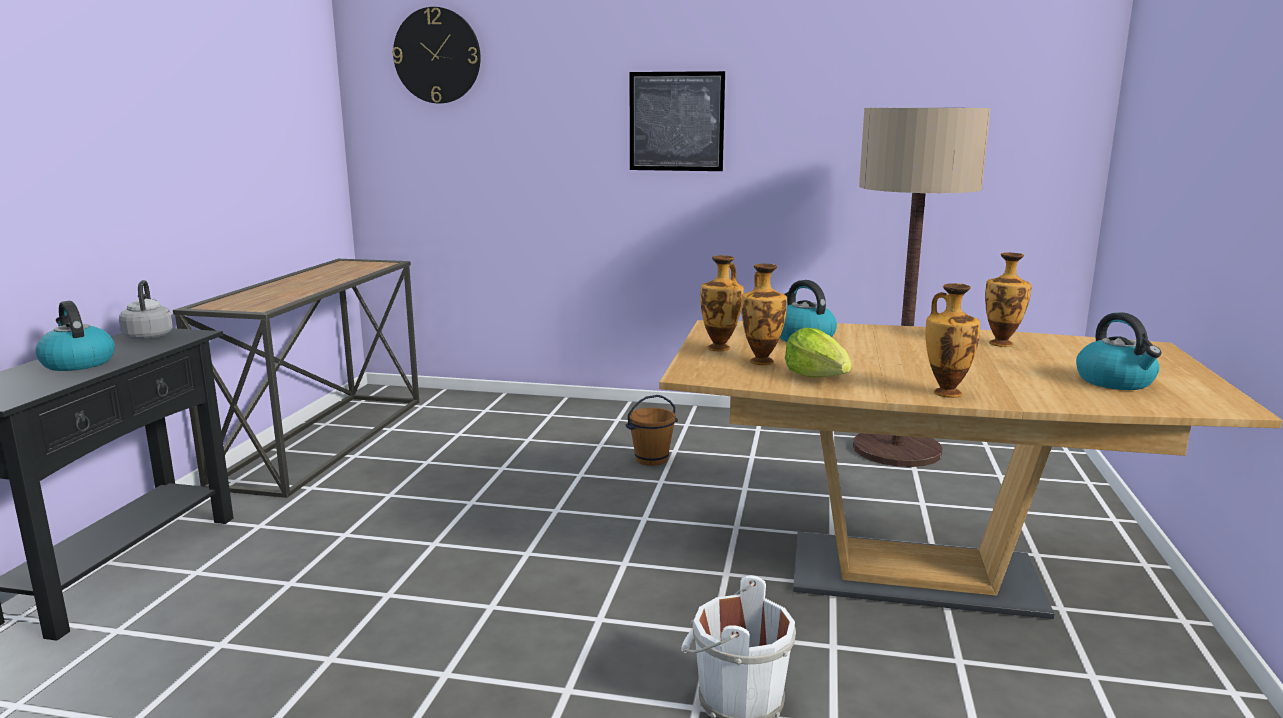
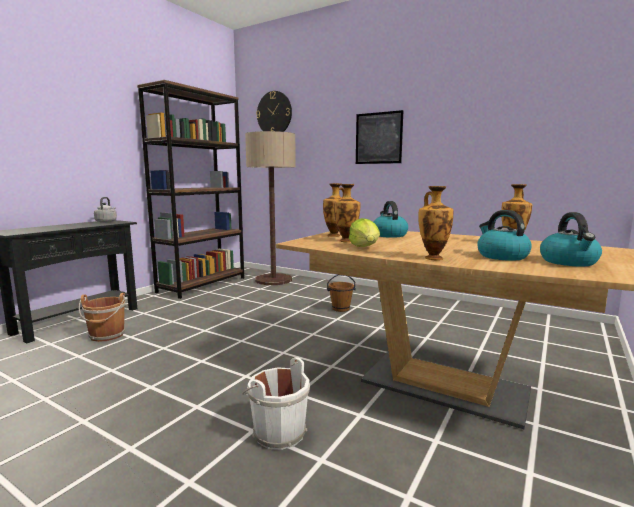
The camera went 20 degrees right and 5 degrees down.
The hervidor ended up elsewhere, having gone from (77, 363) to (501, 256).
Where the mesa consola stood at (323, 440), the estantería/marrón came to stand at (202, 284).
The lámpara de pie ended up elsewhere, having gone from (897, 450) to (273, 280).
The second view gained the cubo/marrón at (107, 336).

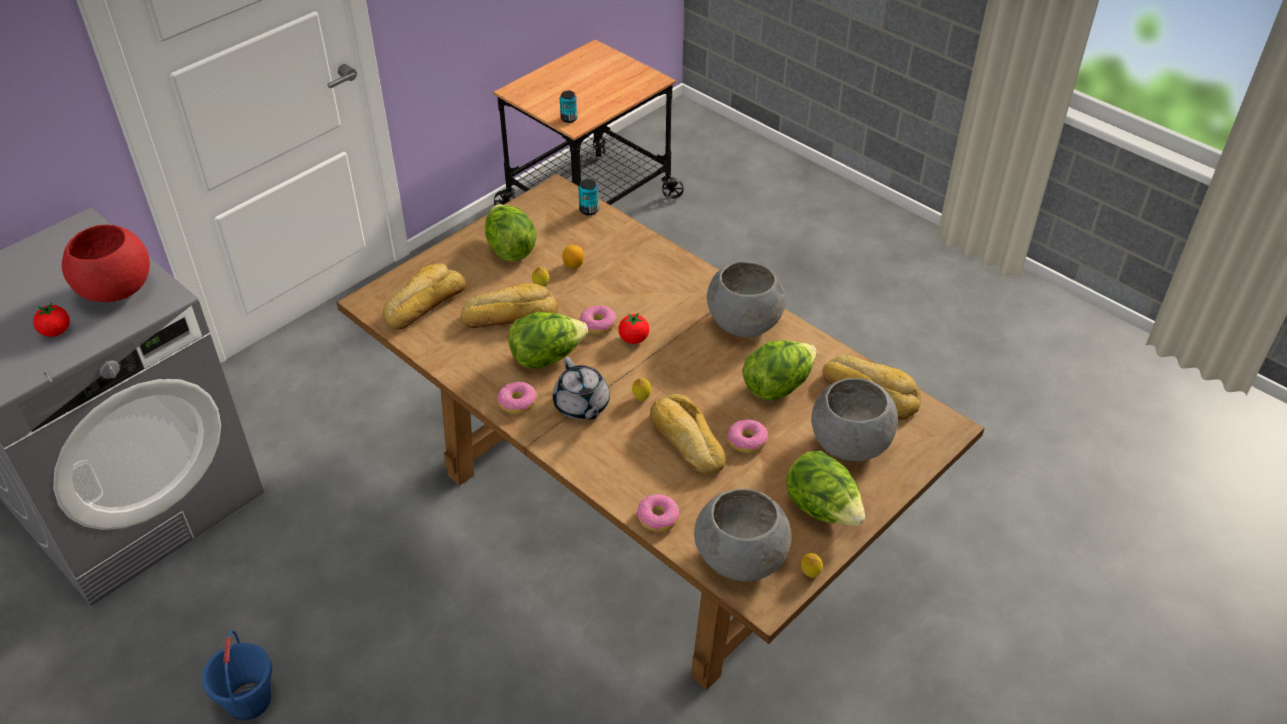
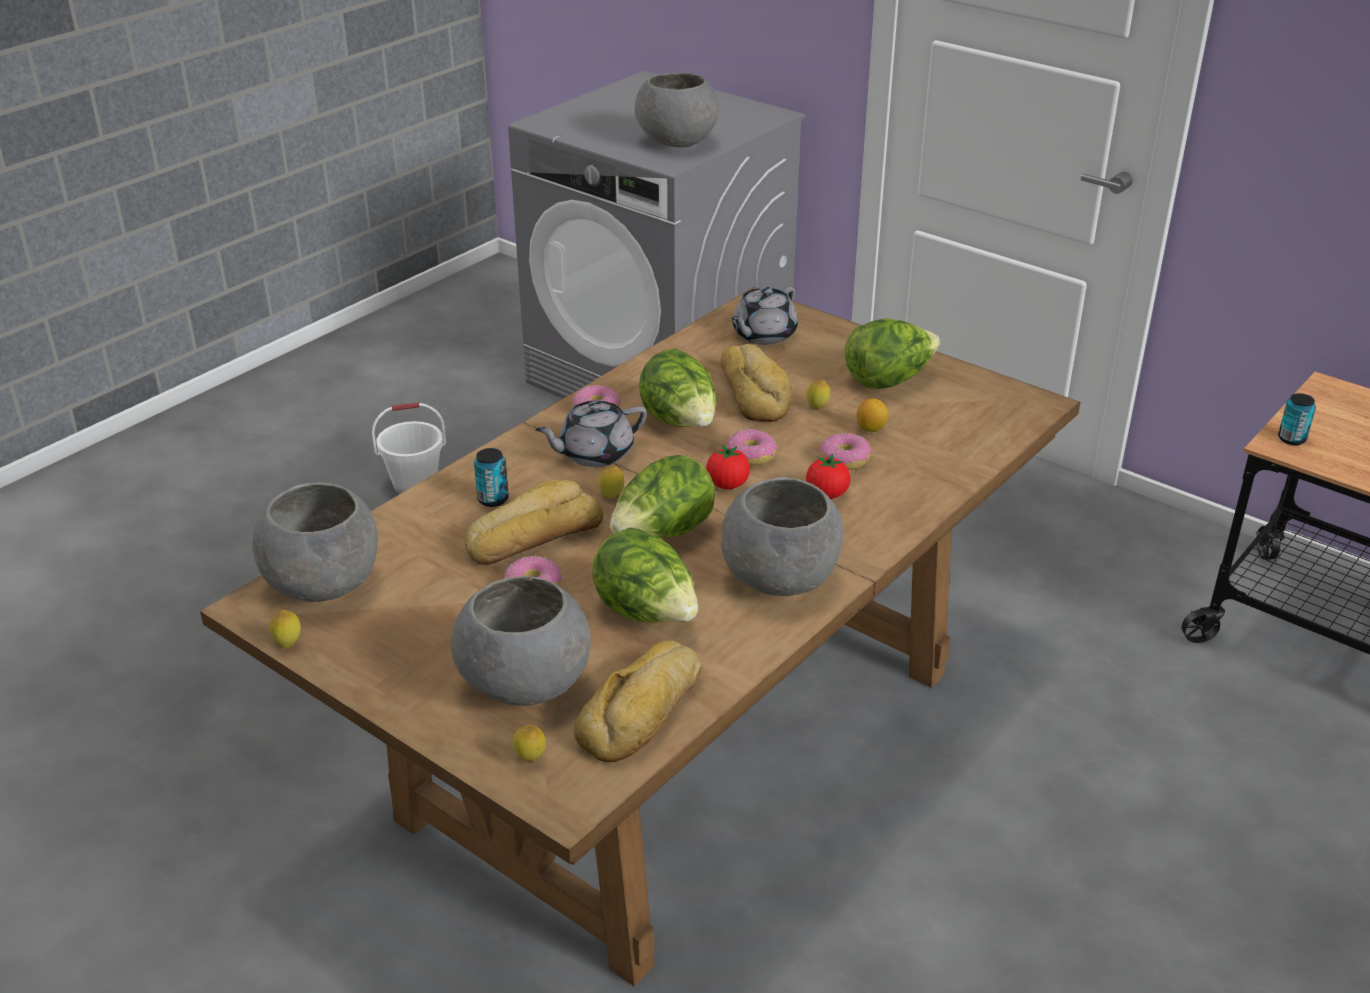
The camera went 85 degrees right and 10 degrees down.
The tomate ended up elsewhere, having gone from (56, 331) to (827, 494).
What was the cuenco/rojo at (117, 291) turned into the cuenco/gris at (676, 143).
What was the cubo/azul at (248, 700) turned into the cubo/blanco at (415, 484).
Where the pan stood at (423, 303), the tetera/gris came to stand at (763, 335).
The lata ended up elsewhere, having gone from (589, 210) to (493, 499).
The rosquilla ended up elsewhere, having gone from (657, 518) to (844, 459).
The lechuga ended up elsewhere, having gone from (822, 509) to (663, 534).
The second view gained the limón at (530, 760).

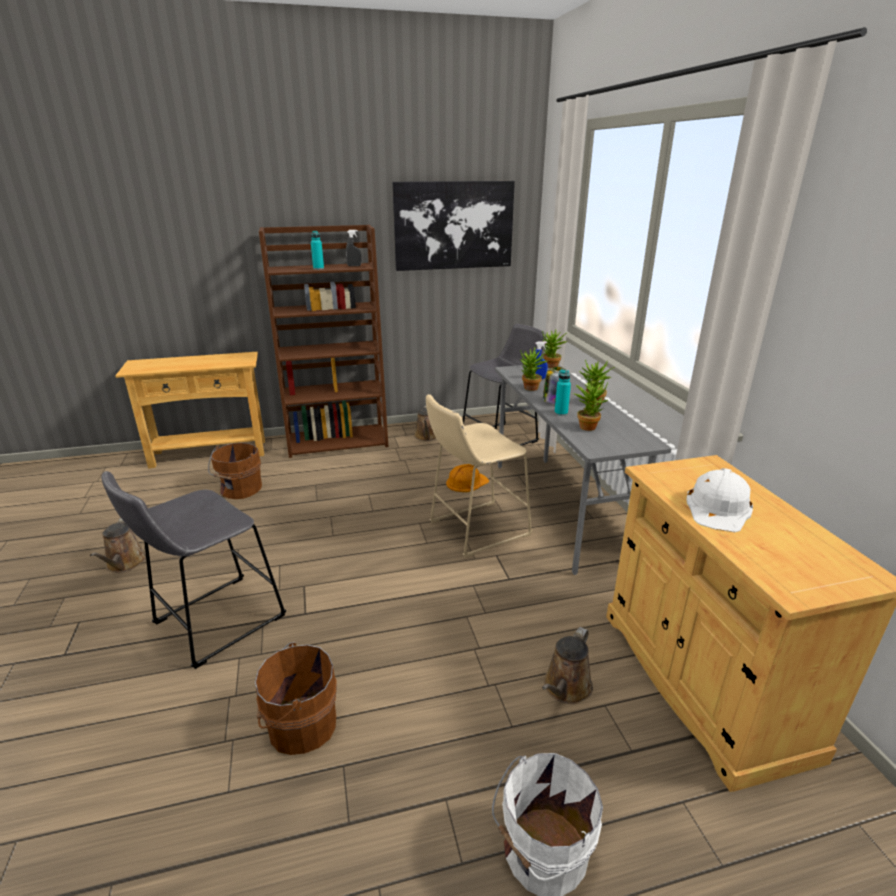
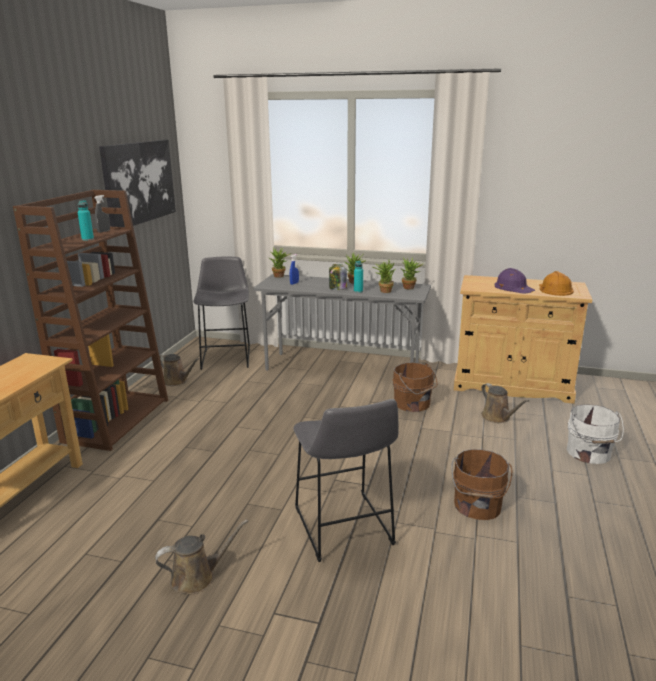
The camera went 60 degrees left and 5 degrees down.
The regadera/marrón at (125, 564) ended up facing another way, 45 degrees counterclockwise from before.
The cubo/marrón ended up elsewhere, having gone from (239, 489) to (413, 404).
The second view lost the taburete/beis at (474, 529).
The casco/naranja ended up elsewhere, having gone from (466, 482) to (554, 289).
The planta en maceta ended up elsewhere, having gone from (530, 389) to (410, 288).
What was the casco/blanco at (719, 507) turned into the casco/morado at (513, 287).

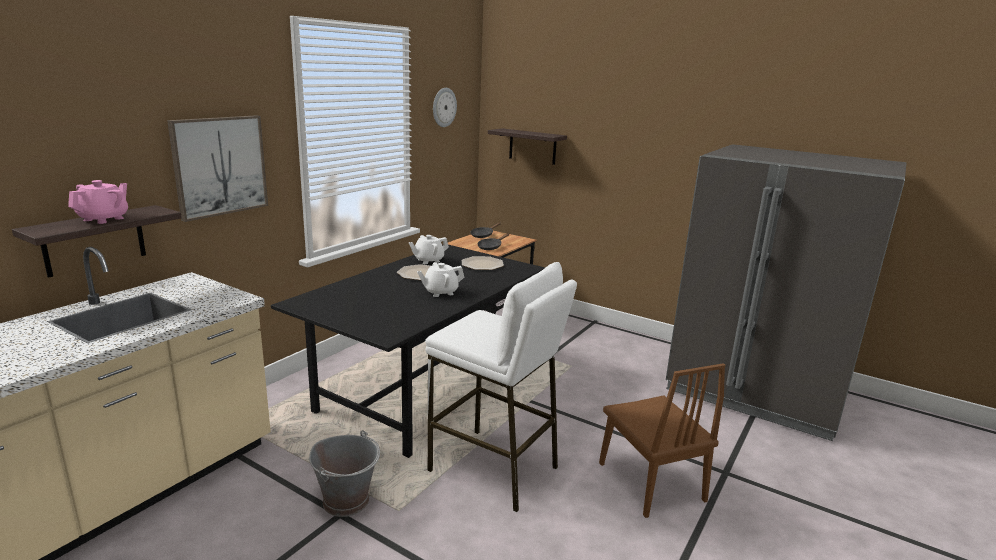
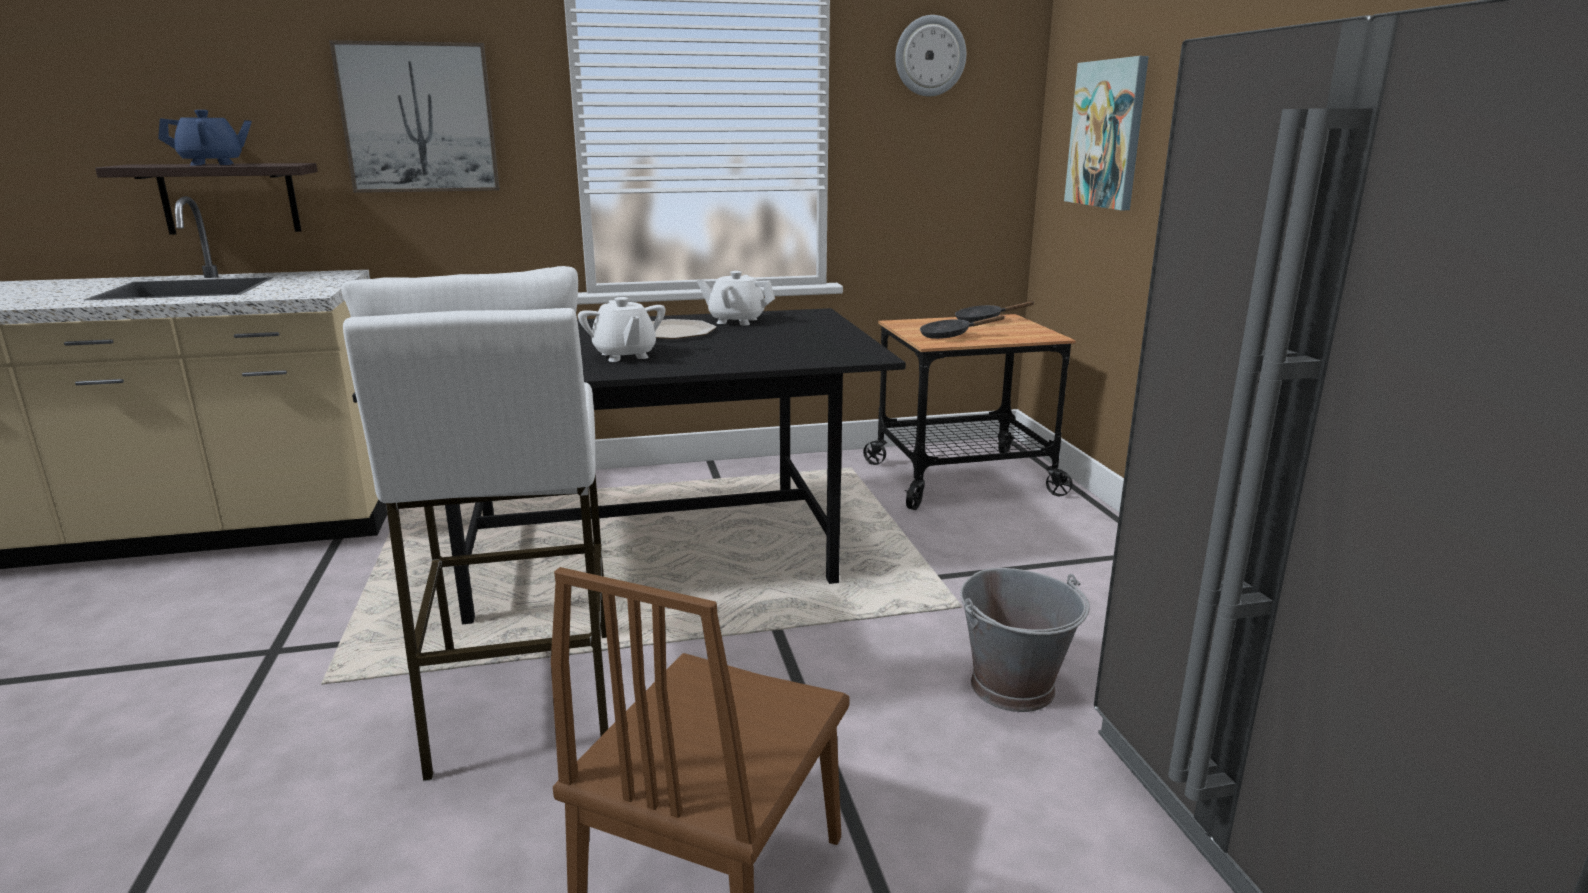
The camera went 45 degrees right and 0 degrees up.
What was the tetera/rosa at (104, 219) turned into the tetera/azul at (213, 164).
The cubo/gris ended up elsewhere, having gone from (347, 500) to (1014, 687).
The tetera/blanco at (440, 292) ended up facing another way, 135 degrees counterclockwise from before.
The second view lost the plato at (482, 264).
Where the estante hung at (532, 146), the cuadro came to hang at (1107, 134).

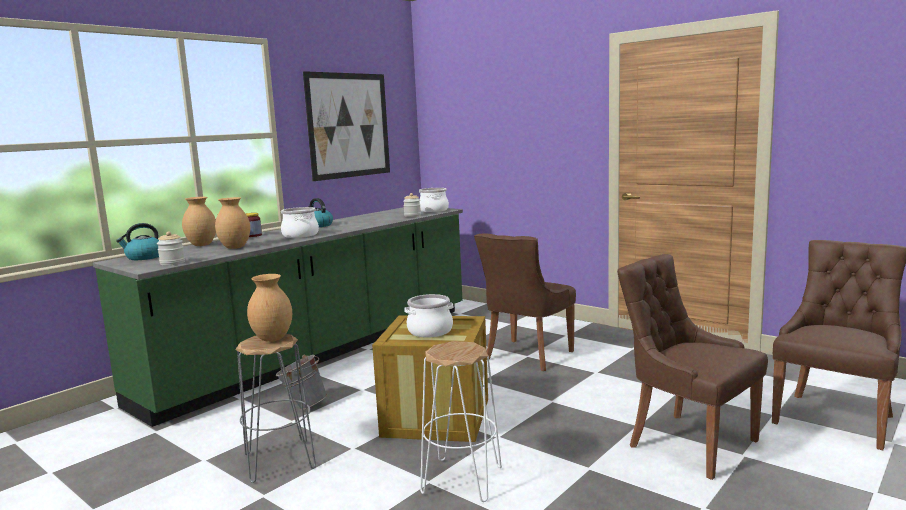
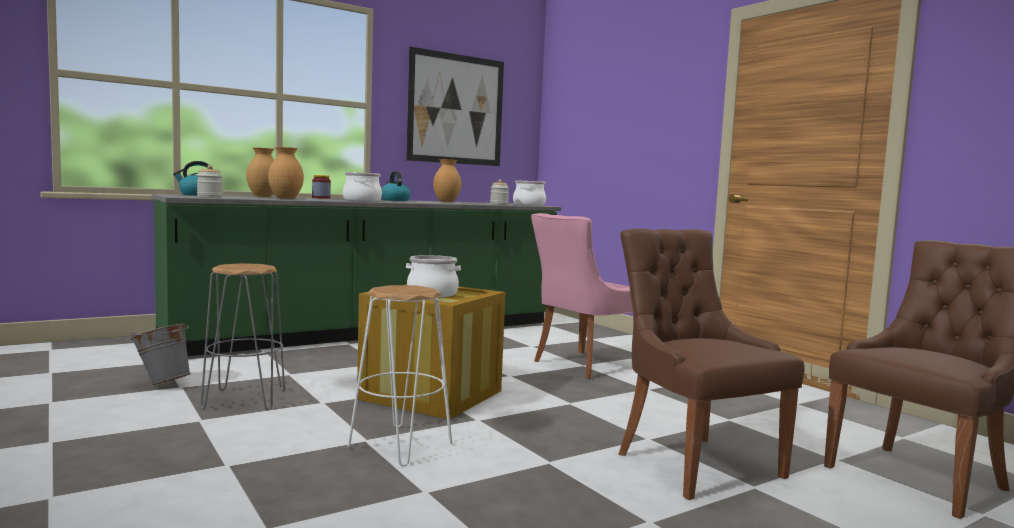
The camera went 15 degrees right and 5 degrees down.
The florero/marrón ended up elsewhere, having gone from (272, 339) to (446, 201).
The cubo/gris ended up elsewhere, having gone from (303, 406) to (163, 383).
What was the silla/marrón at (526, 356) turned into the silla/rosa at (582, 365).

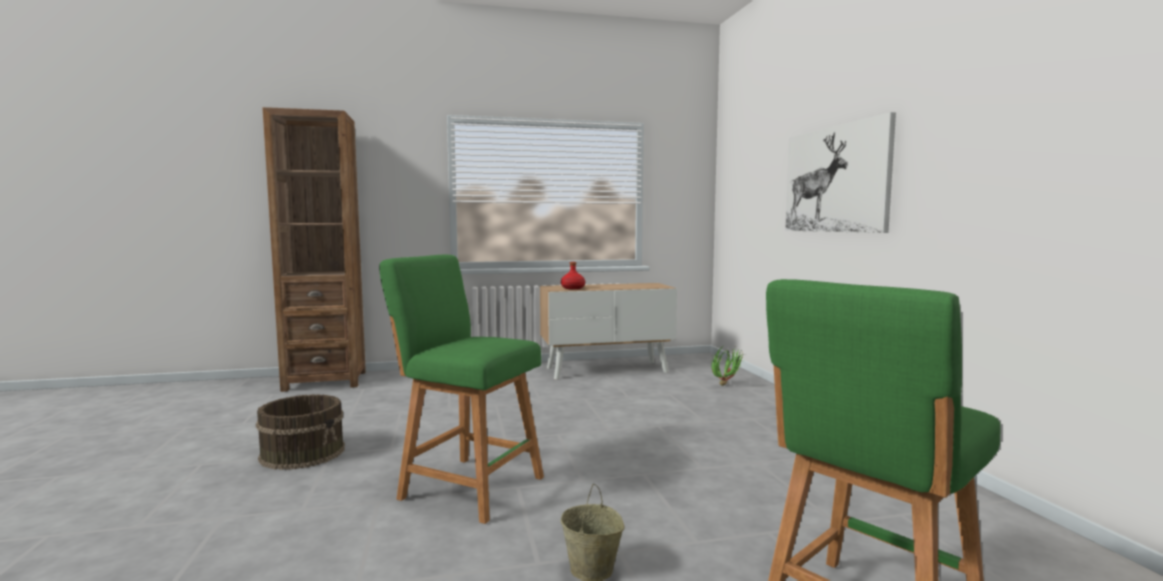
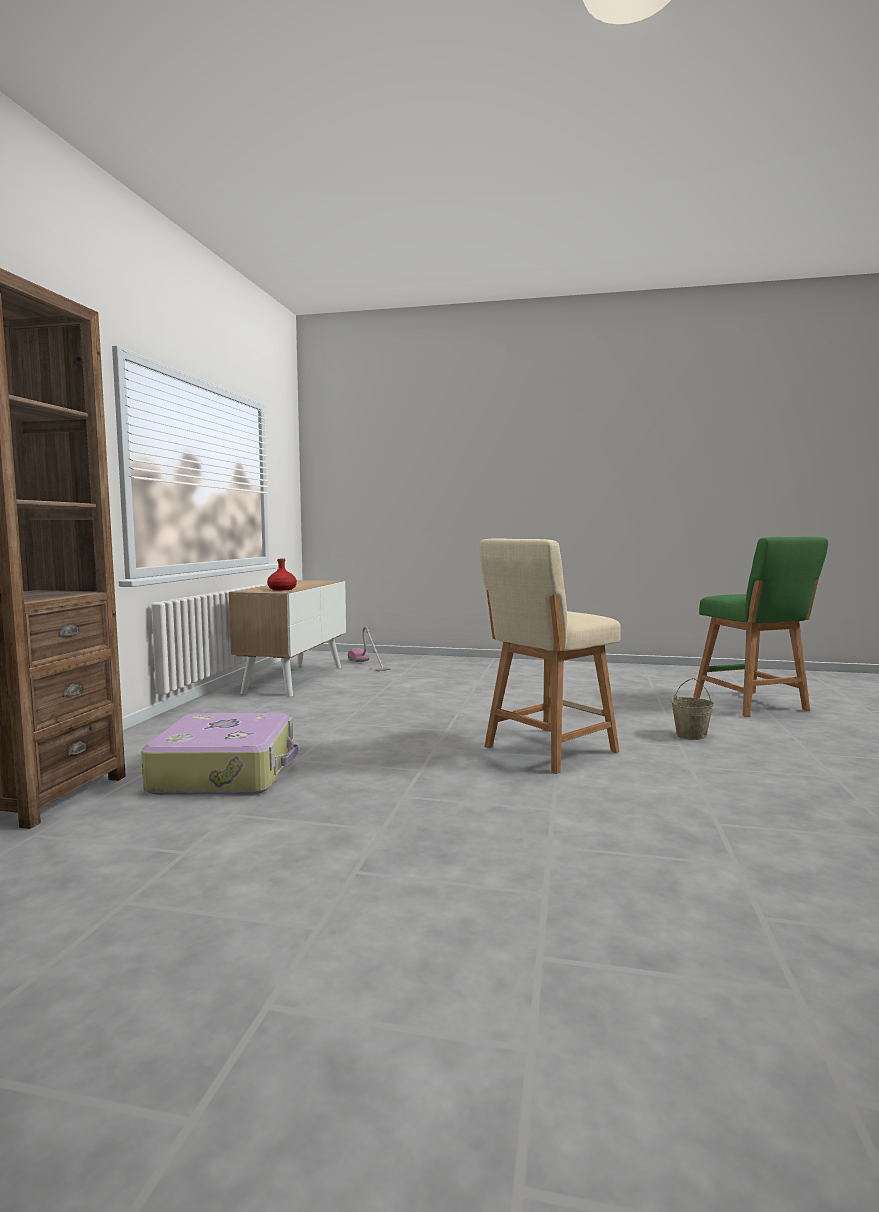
The camera went 65 degrees left and 0 degrees up.
The second view lost the cubo/marrón at (303, 453).
What was the taburete/verde at (467, 486) turned into the taburete/beis at (546, 750).
The second view lost the planta en maceta at (727, 385).
The second view lost the cuadro at (835, 179).
The second view gained the maleta at (226, 772).
The second view gained the aspiradora at (368, 664).

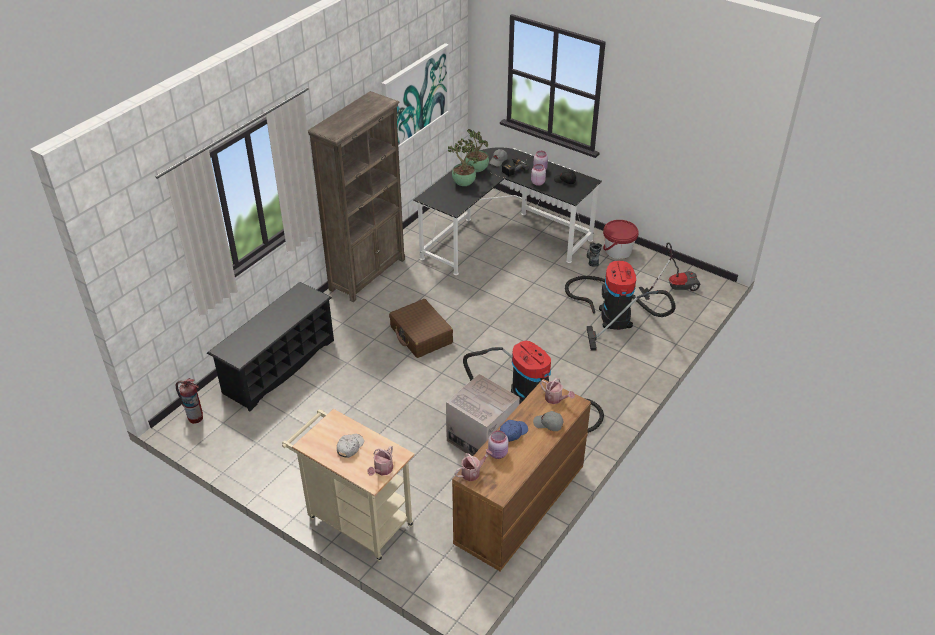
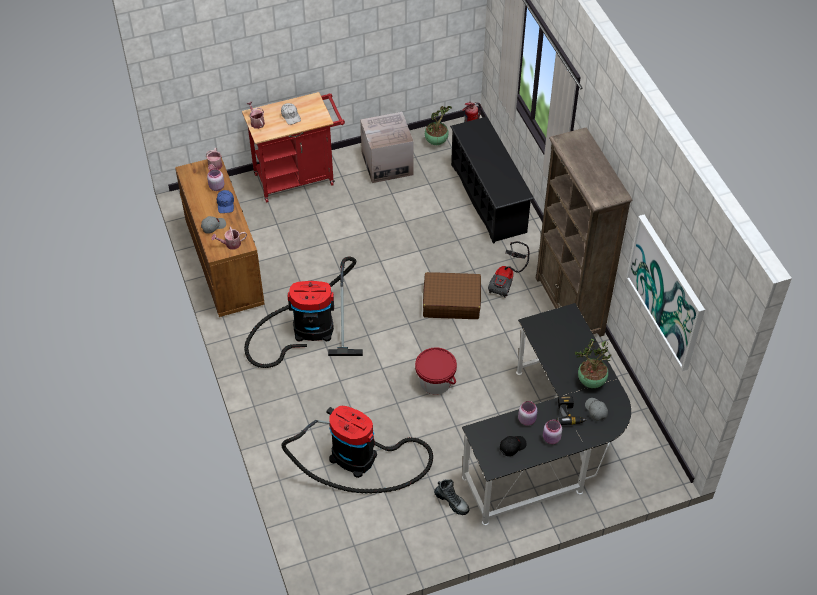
The camera went 125 degrees right and 10 degrees up.
What was the carrito/beis at (355, 519) turned into the carrito/rojo at (299, 177).
The caja de cartón ended up elsewhere, having gone from (482, 438) to (387, 164).
The planta en maceta ended up elsewhere, having gone from (463, 184) to (436, 141).
The cubo/rojo ended up elsewhere, having gone from (618, 251) to (435, 381).
The aspiradora ended up elsewhere, having gone from (673, 287) to (507, 279).

